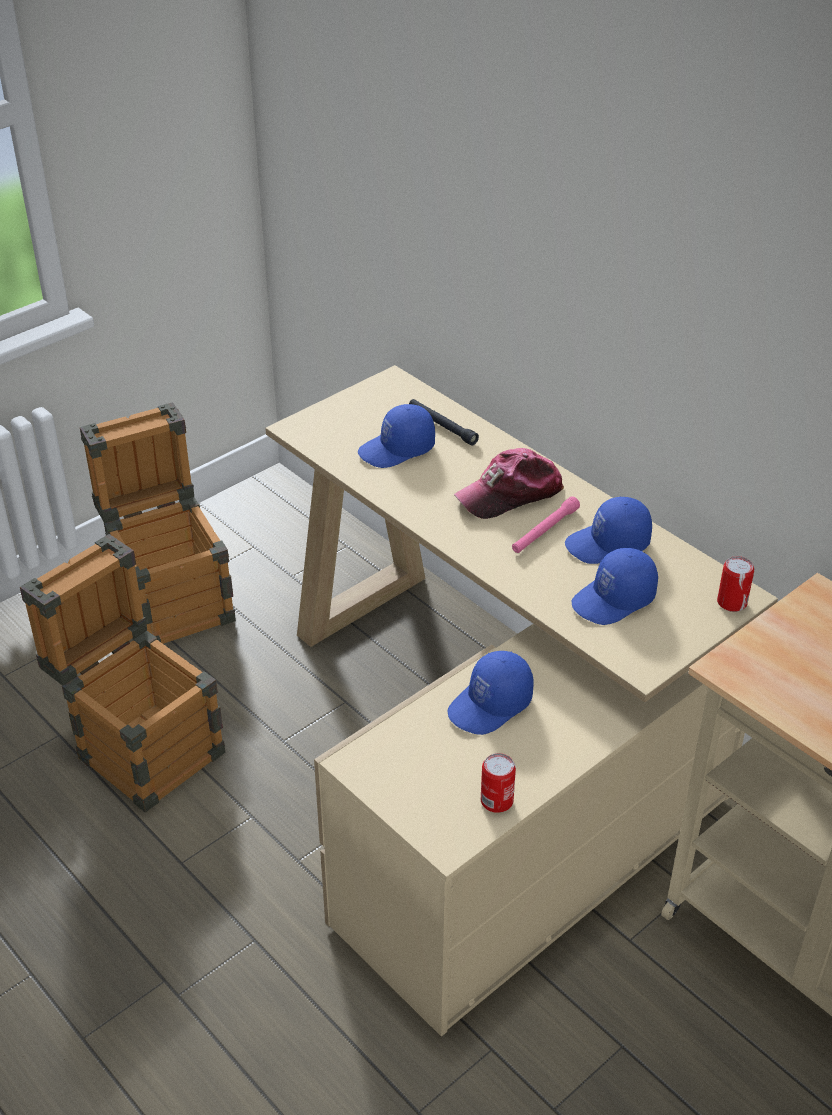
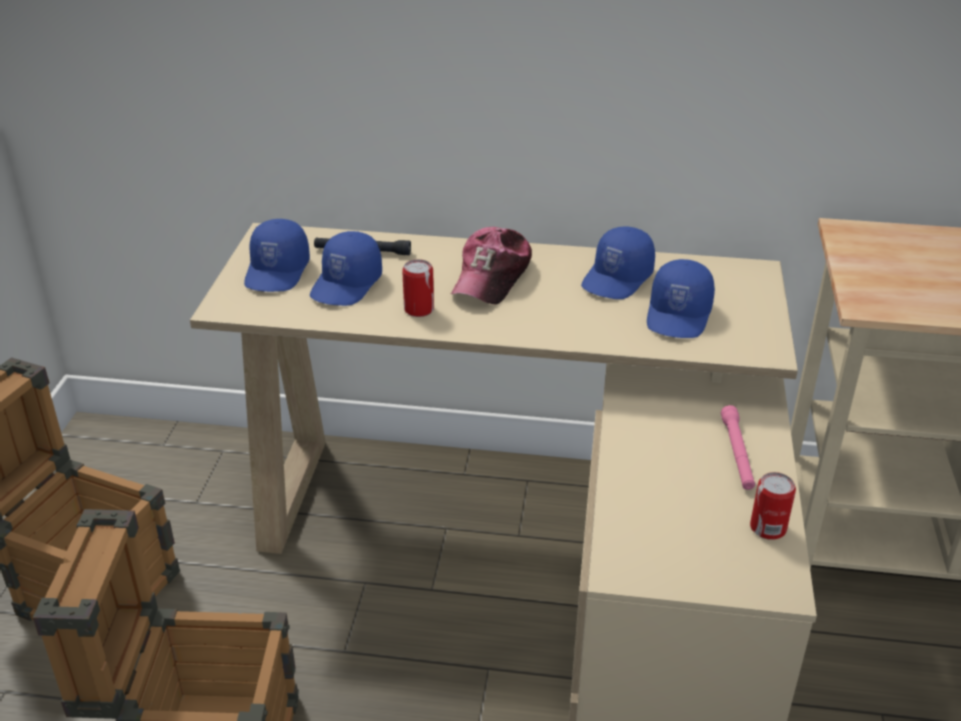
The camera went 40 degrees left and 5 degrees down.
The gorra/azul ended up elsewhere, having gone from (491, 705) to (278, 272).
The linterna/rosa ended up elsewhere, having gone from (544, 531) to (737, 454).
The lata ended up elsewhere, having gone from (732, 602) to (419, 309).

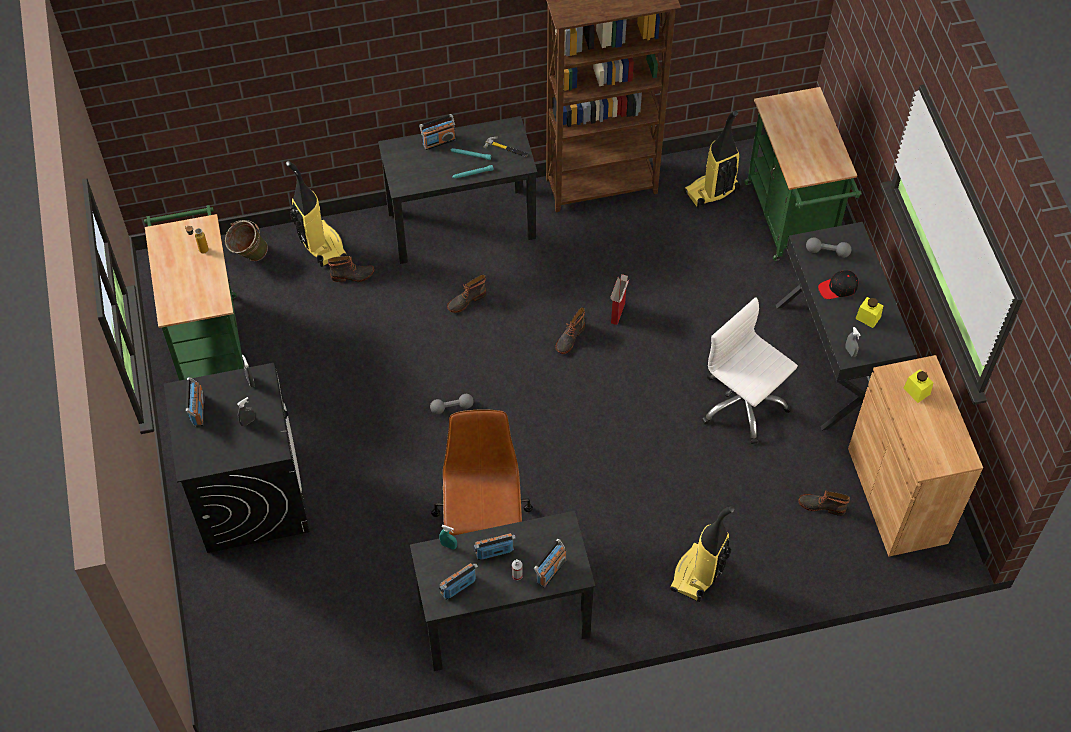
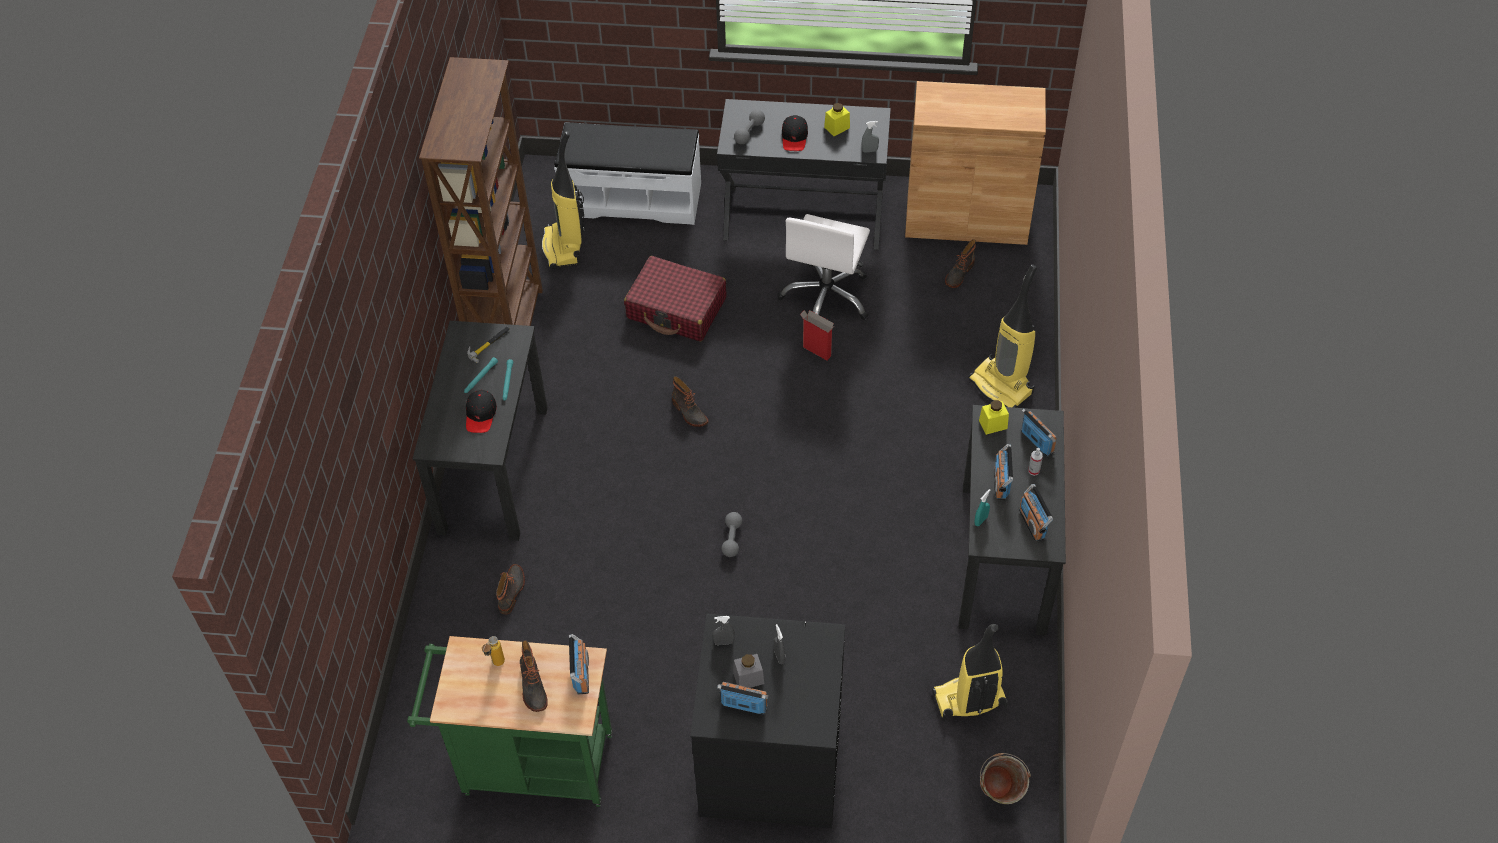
The camera went 70 degrees left and 5 degrees down.
The cubo/verde ended up elsewhere, having gone from (248, 256) to (998, 796).
The aspiradora ended up elsewhere, having gone from (321, 245) to (969, 701).
The radio ended up elsewhere, having gone from (439, 141) to (581, 674).
The second view lost the silla de oficina/marrón at (483, 525).
The bota ended up elsewhere, having gone from (466, 300) to (532, 687).
The caja de cartón ended up elsewhere, having gone from (618, 313) to (816, 351).
The silla de oficina/blanco at (742, 404) ended up facing another way, 45 degrees counterclockwise from before.
Where the carrito/verde stood at (792, 222), the banco/blanco came to stand at (632, 198).
The tarro/amarillo ended up elsewhere, having gone from (916, 391) to (993, 424).
The second view gained the gorra/negro at (481, 415).
The second view gained the maleta/rojo at (676, 308).
The second view gained the tarro/gris at (748, 678).

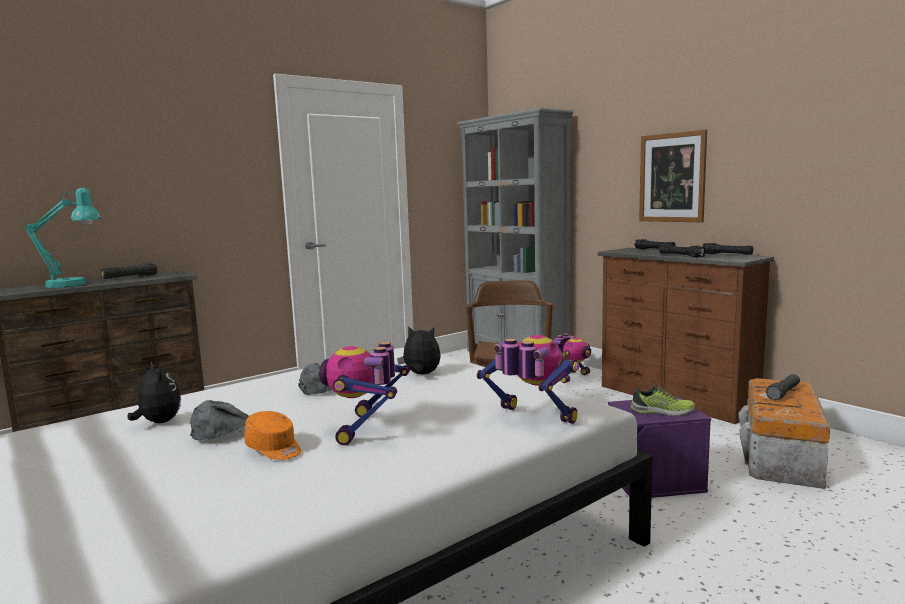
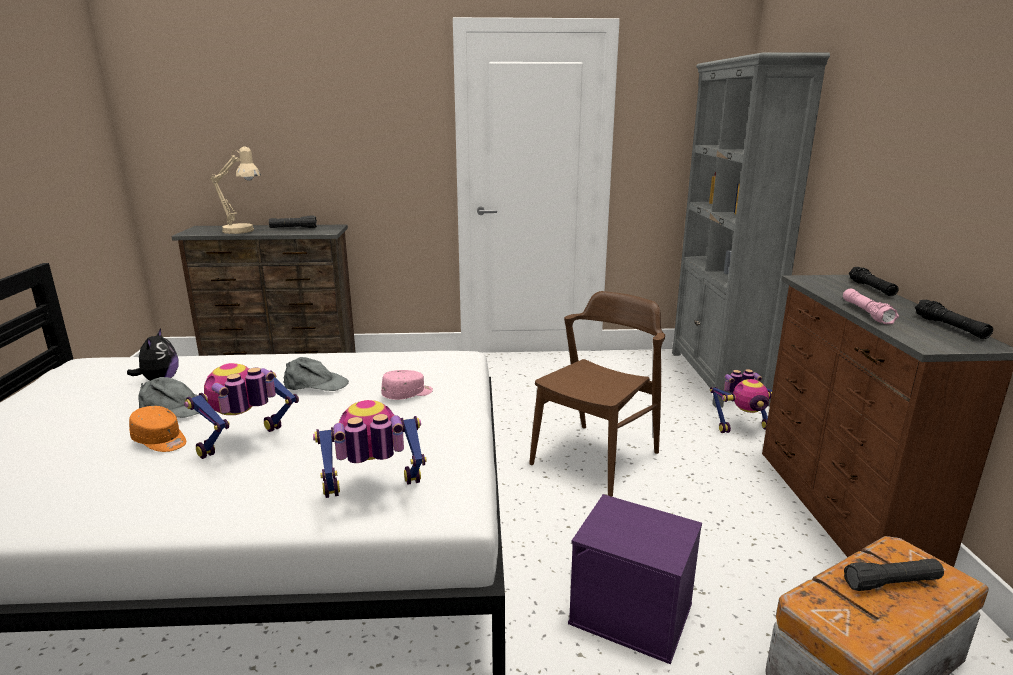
The camera went 35 degrees right and 10 degrees up.
What was the lámpara de mesa/turquesa at (75, 284) turned into the lámpara de mesa/beis at (243, 231).
The gorra/naranja at (274, 449) ended up facing another way, 45 degrees counterclockwise from before.
Where the peluche stood at (421, 374), the gorra/rosa came to stand at (408, 394).
The robot de juguete at (531, 418) ended up facing another way, 90 degrees counterclockwise from before.
The second view lost the zapato at (662, 412).
The second view lost the cuadro at (672, 177).
What was the linterna/negro at (681, 256) turned into the linterna/rosa at (866, 313).

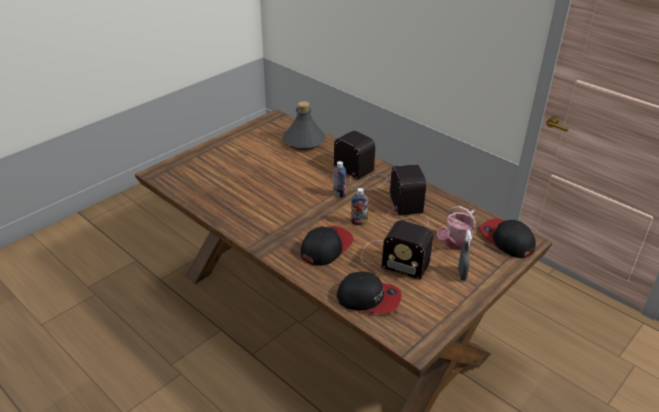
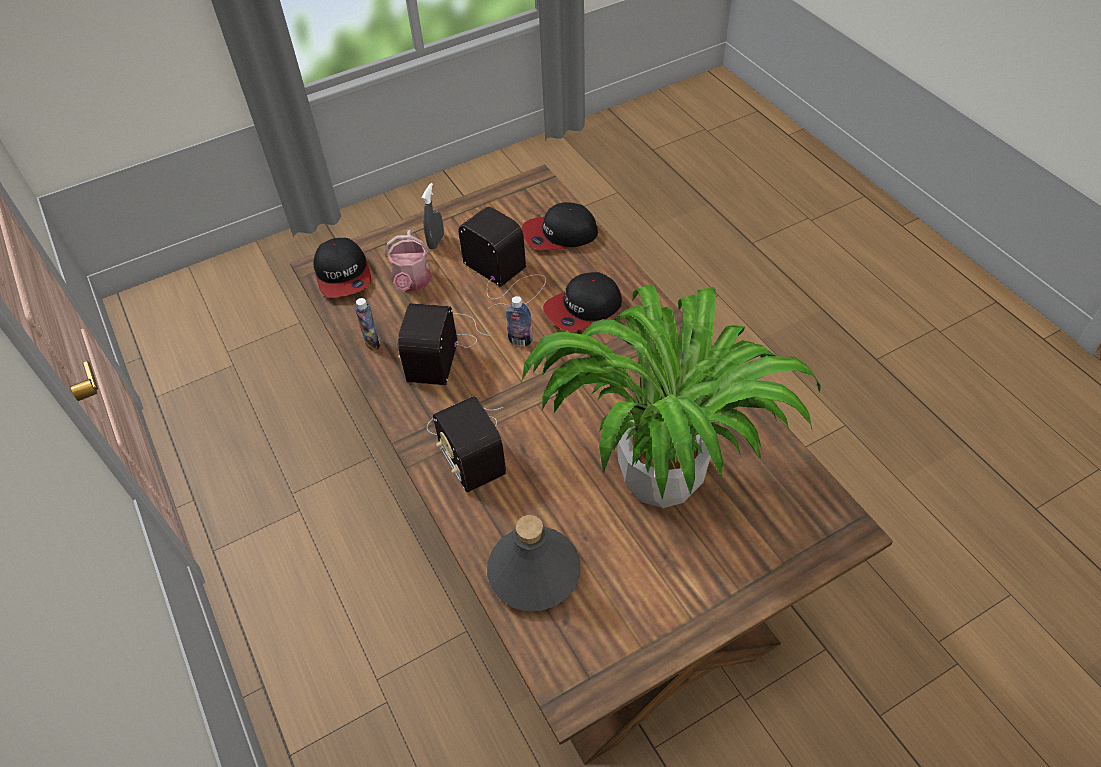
The camera went 160 degrees left and 15 degrees up.
The botella ended up elsewhere, having gone from (339, 194) to (372, 342).
The gorra at (369, 298) ended up facing another way, 45 degrees counterclockwise from before.
The regadera at (455, 243) ended up facing another way, 120 degrees clockwise from before.
The second view gained the planta en maceta at (663, 475).

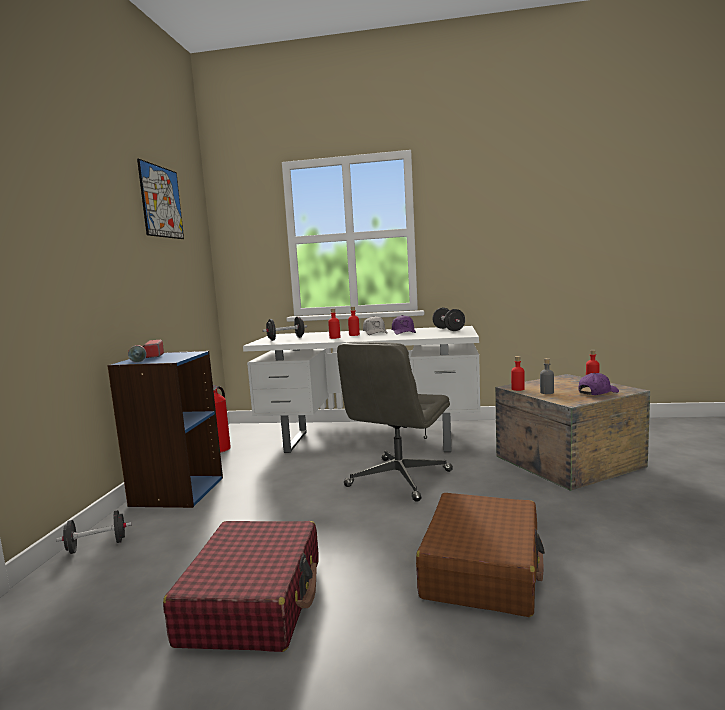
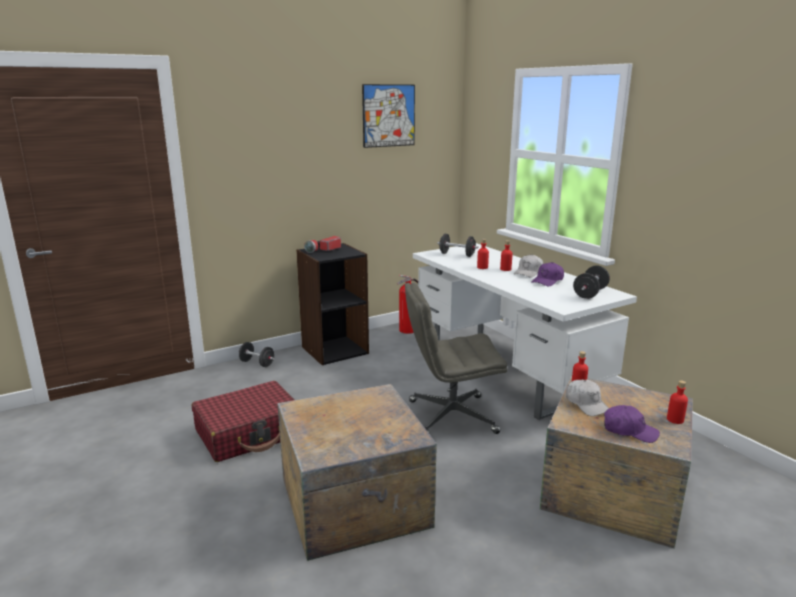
The camera went 50 degrees right and 10 degrees up.
What was the estantería/azul at (177, 491) turned into the estantería/negro at (334, 350).
Where the maleta/marrón stood at (482, 568), the caja de embalaje came to stand at (355, 500).
Where the botella/gris stood at (547, 392), the gorra/blanco came to stand at (586, 404).

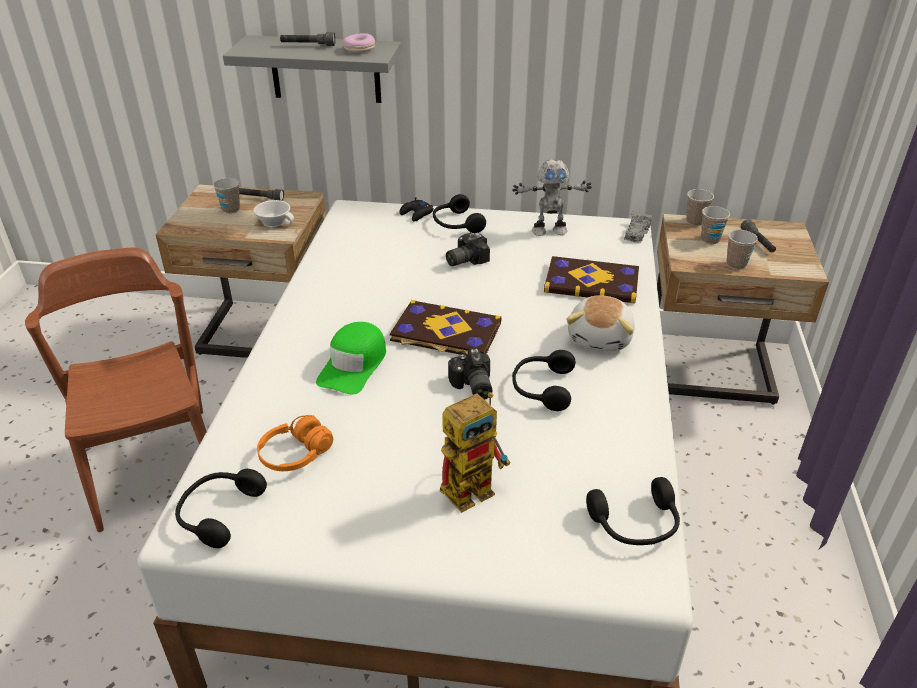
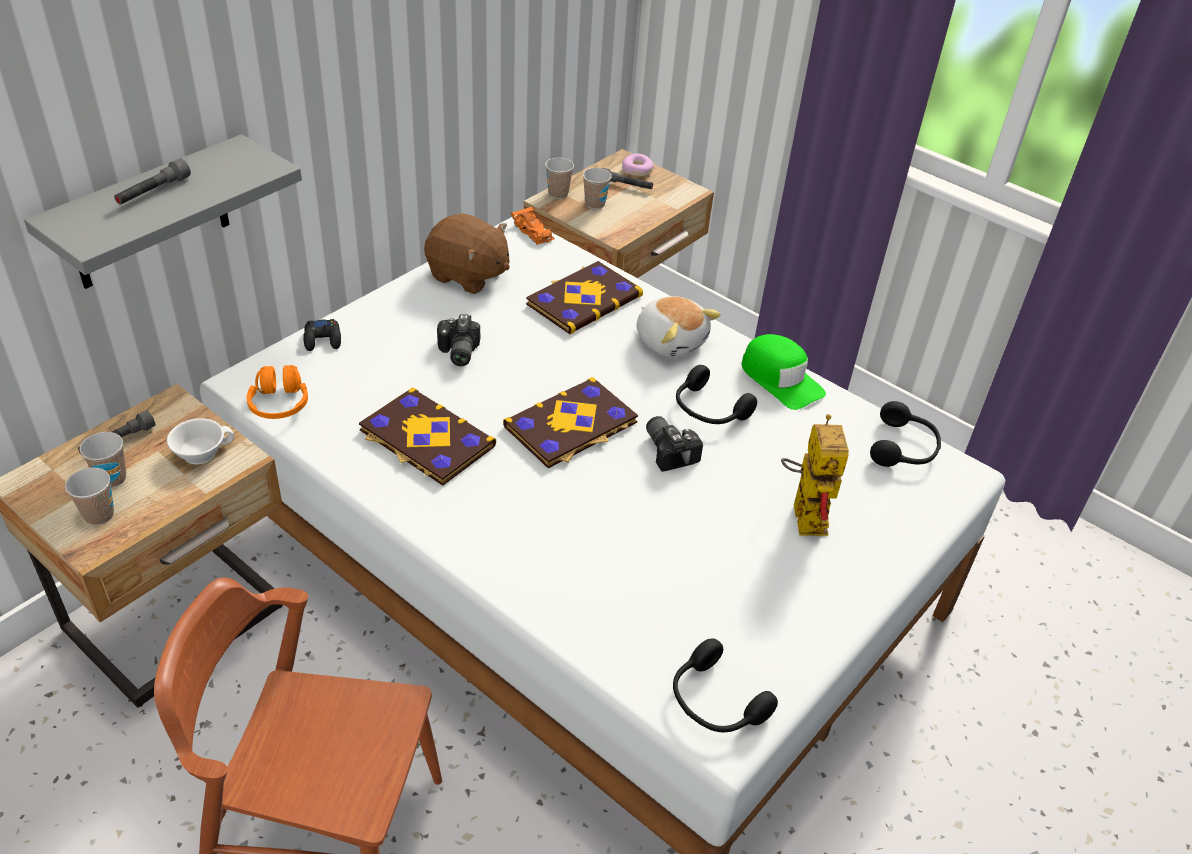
The camera went 60 degrees left and 5 degrees up.
The auriculares/naranja ended up elsewhere, having gone from (295, 454) to (279, 403).
The gorra/verde ended up elsewhere, having gone from (354, 365) to (780, 379).
The rosquilla ended up elsewhere, having gone from (359, 49) to (637, 170).
The second view lost the auriculares/negro at (456, 224).
The cámara at (472, 387) ended up facing another way, 135 degrees counterclockwise from before.
Where the robot de juguete stood at (549, 230), the peluche/marrón came to stand at (468, 275).
What was the coche de juguete/gris at (636, 233) turned into the coche de juguete/naranja at (533, 232).
The taza ended up elsewhere, having gone from (736, 264) to (99, 515).
The second view gained the libro at (426, 439).

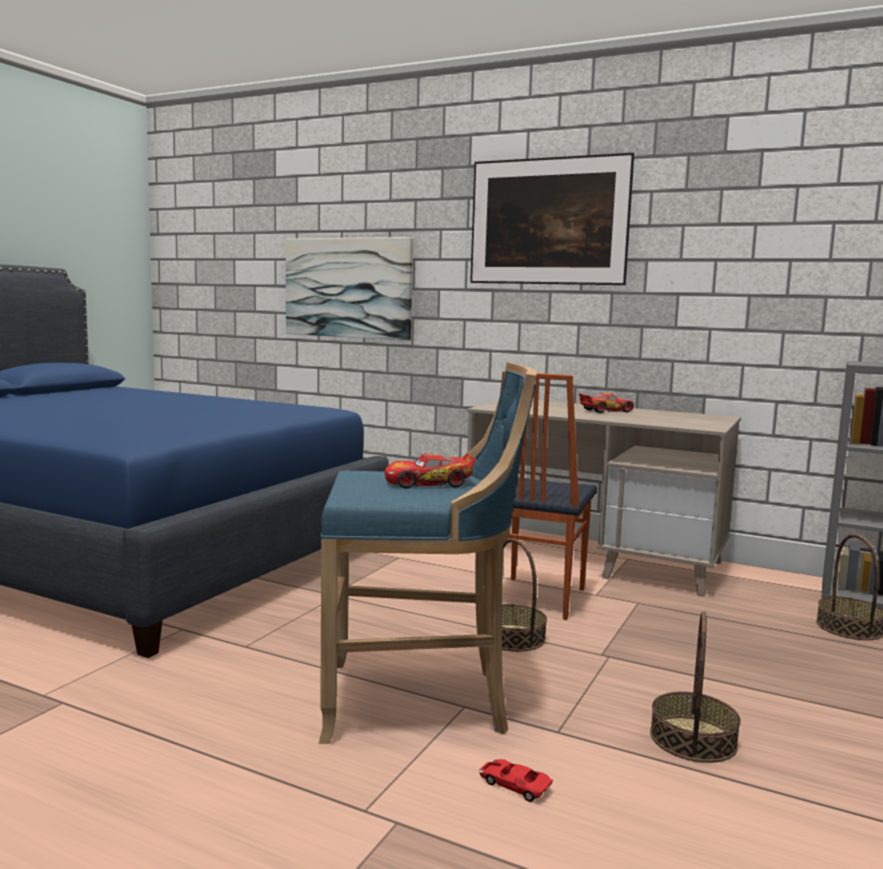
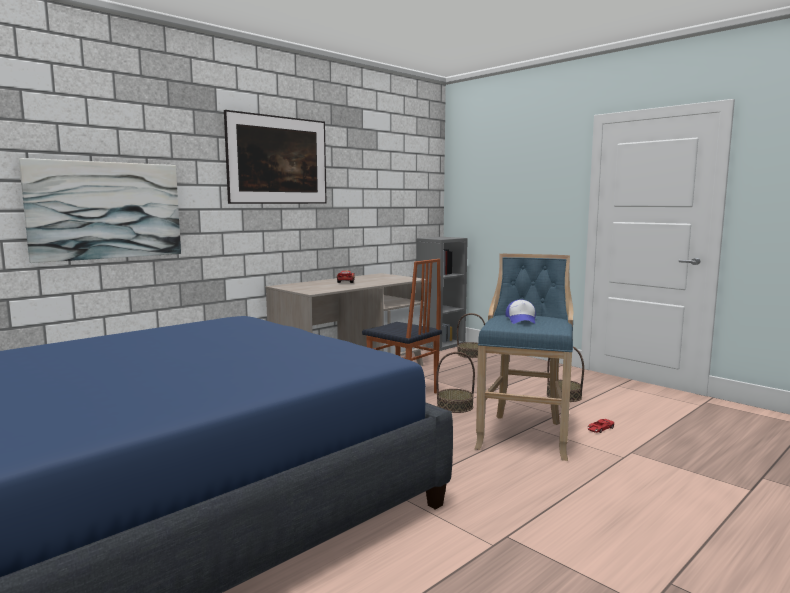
The camera went 70 degrees left and 0 degrees up.
Where the coche de juguete stood at (429, 483), the gorra came to stand at (521, 320).

